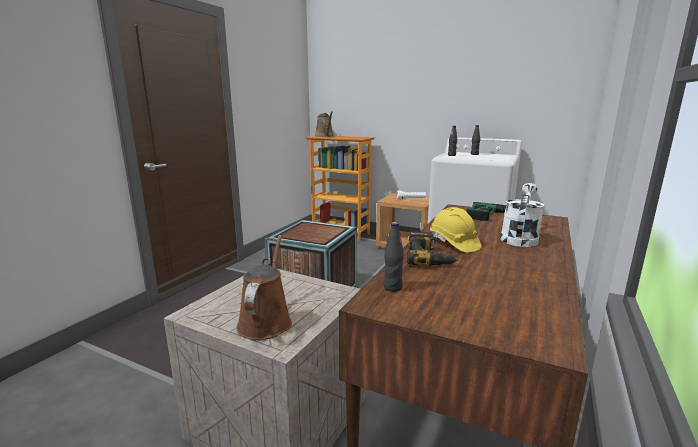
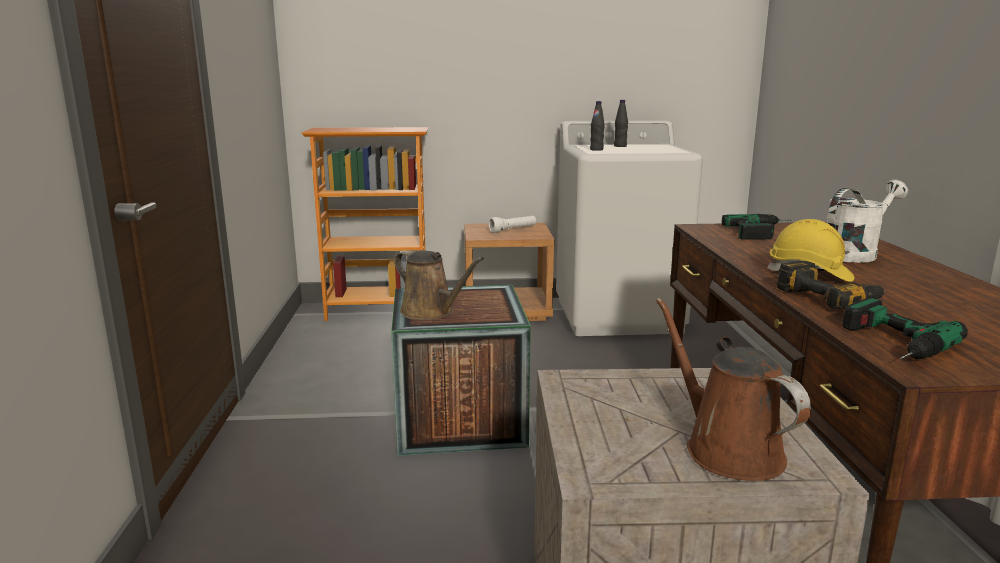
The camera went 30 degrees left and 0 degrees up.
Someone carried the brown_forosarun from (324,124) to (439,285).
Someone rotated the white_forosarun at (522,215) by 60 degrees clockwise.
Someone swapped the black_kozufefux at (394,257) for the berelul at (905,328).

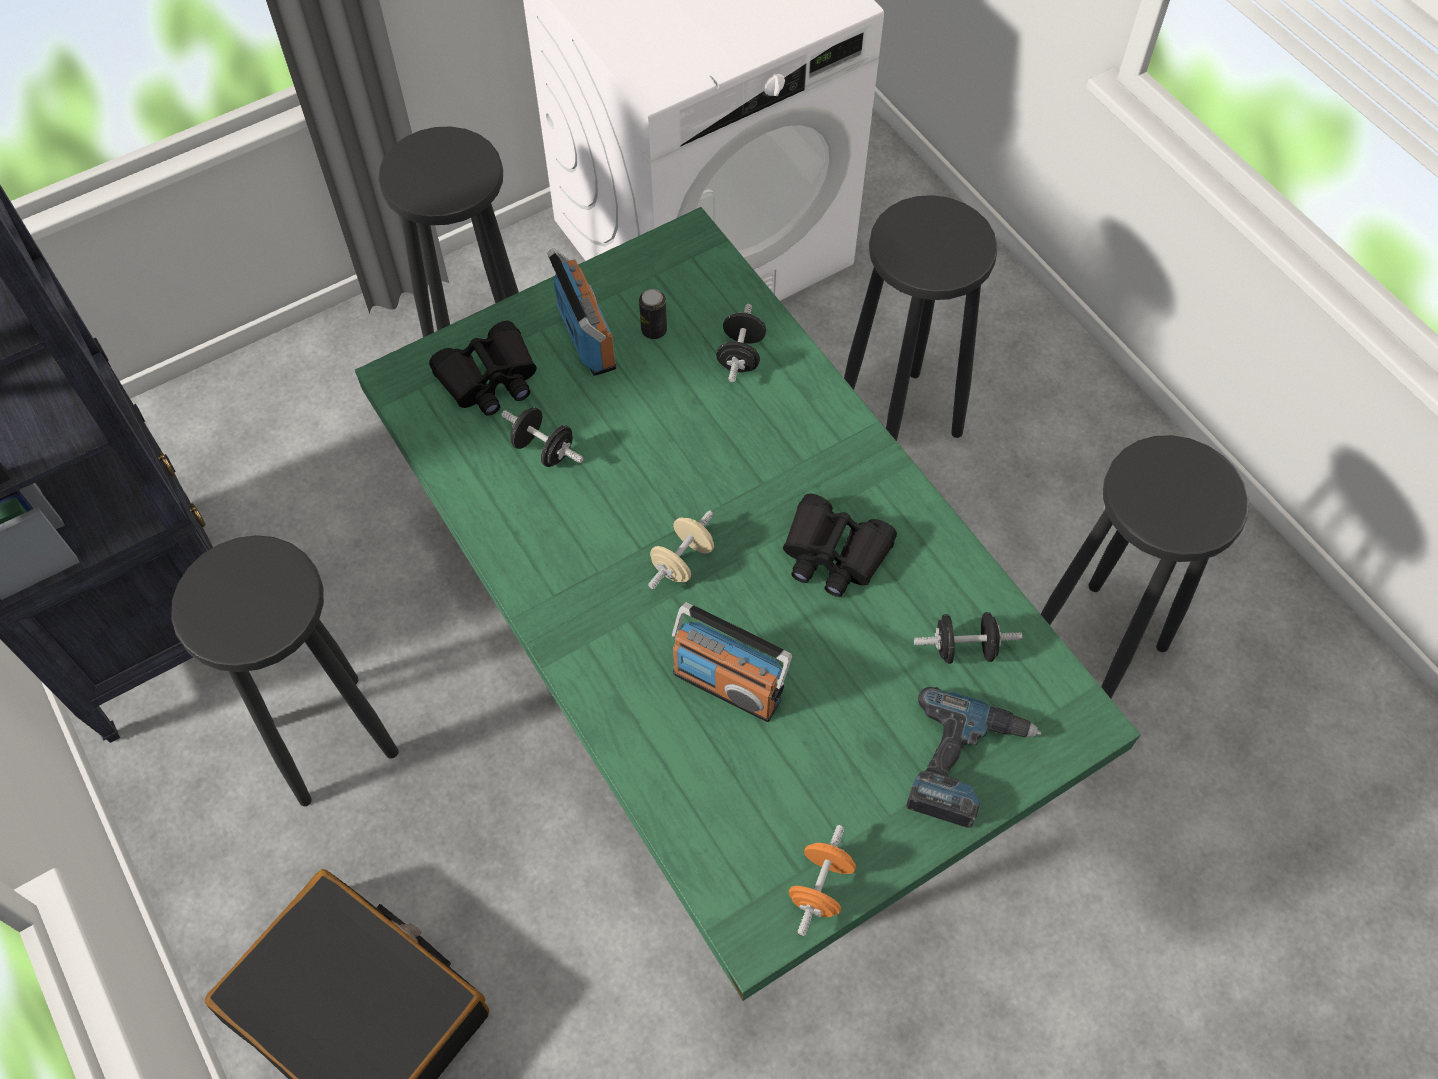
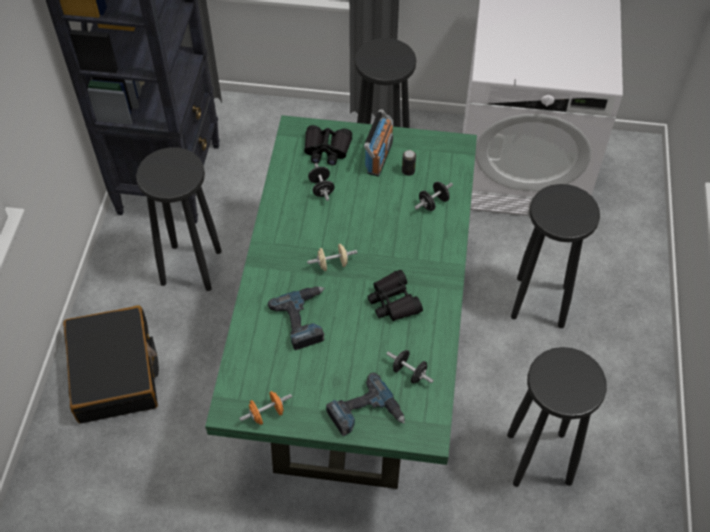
The camera went 40 degrees right and 5 degrees down.
Someone swapped the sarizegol at (732,662) for the berelul at (296,318).

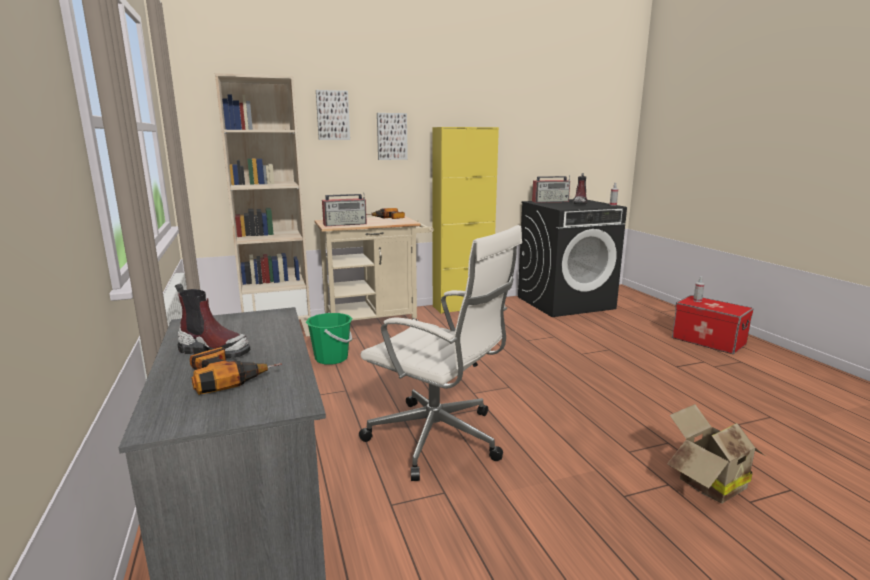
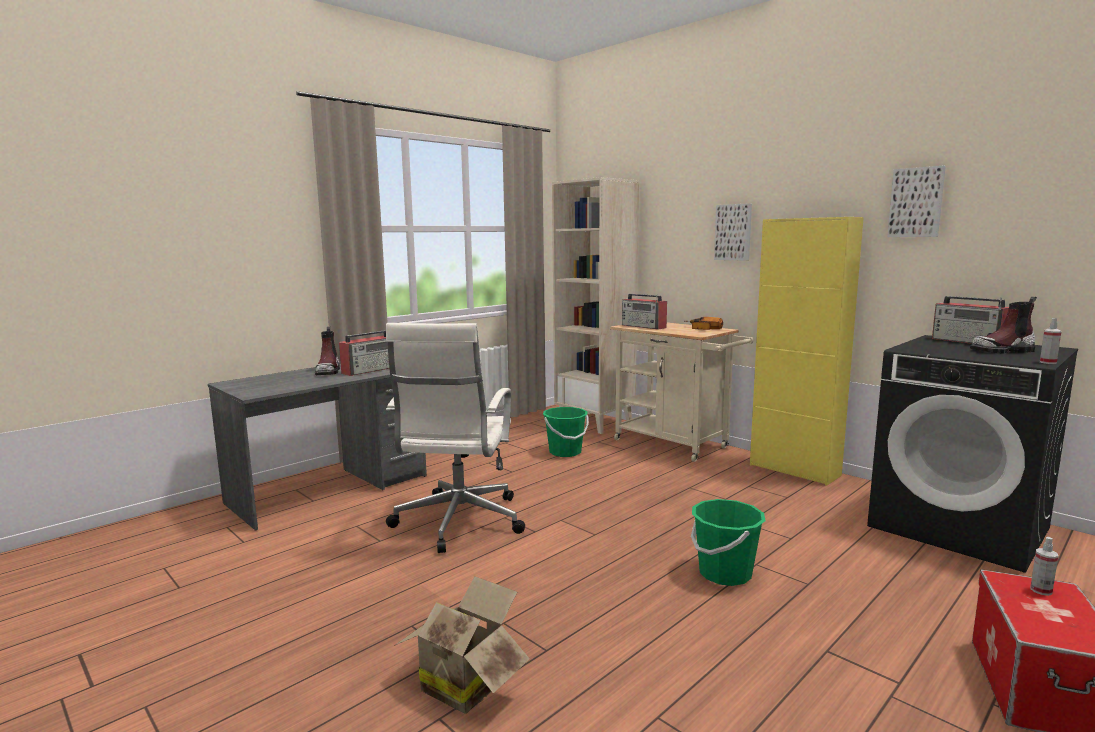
The camera went 65 degrees right and 5 degrees down.
Someone put down the sarizegol at (364,353).
Someone put down the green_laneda at (728,542).
Someone carried the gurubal from (333,115) to (916,201).
Someone took away the berelul at (236,371).

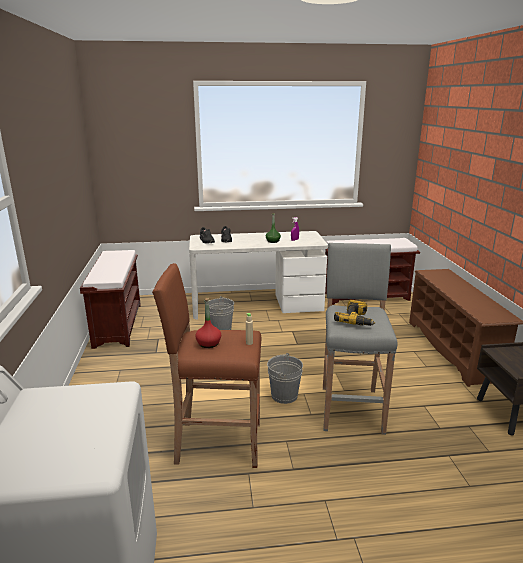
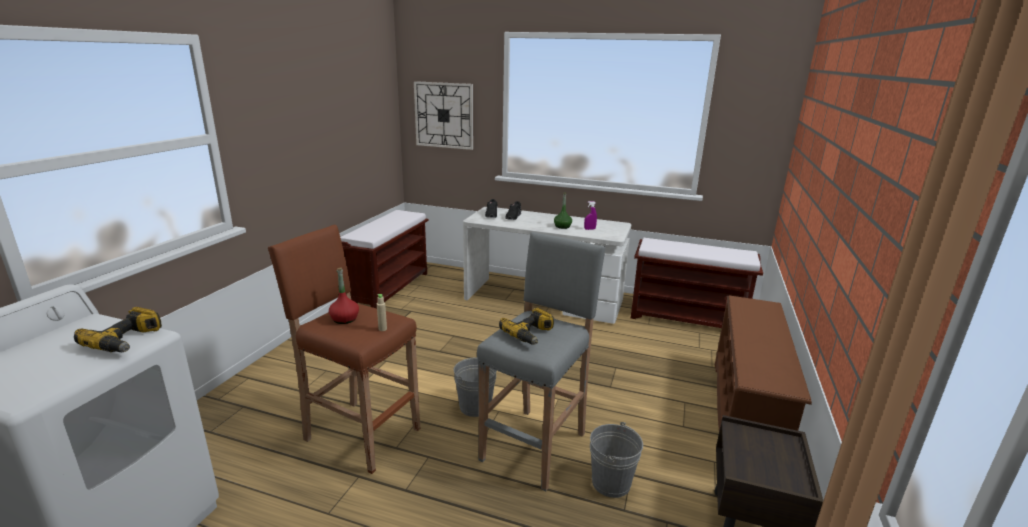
The camera went 25 degrees right and 0 degrees up.
Someone put down the berelul at (118,329).
Someone put up the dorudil at (443,115).
Someone carried the grey_laneda from (221,313) to (616,460).

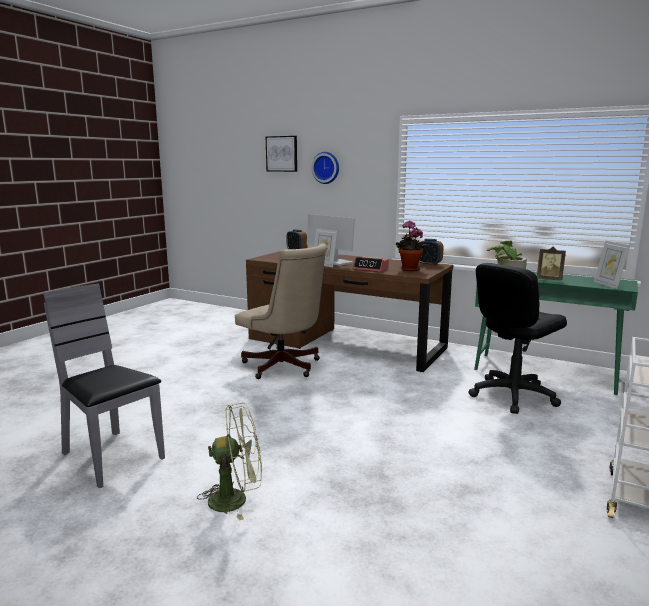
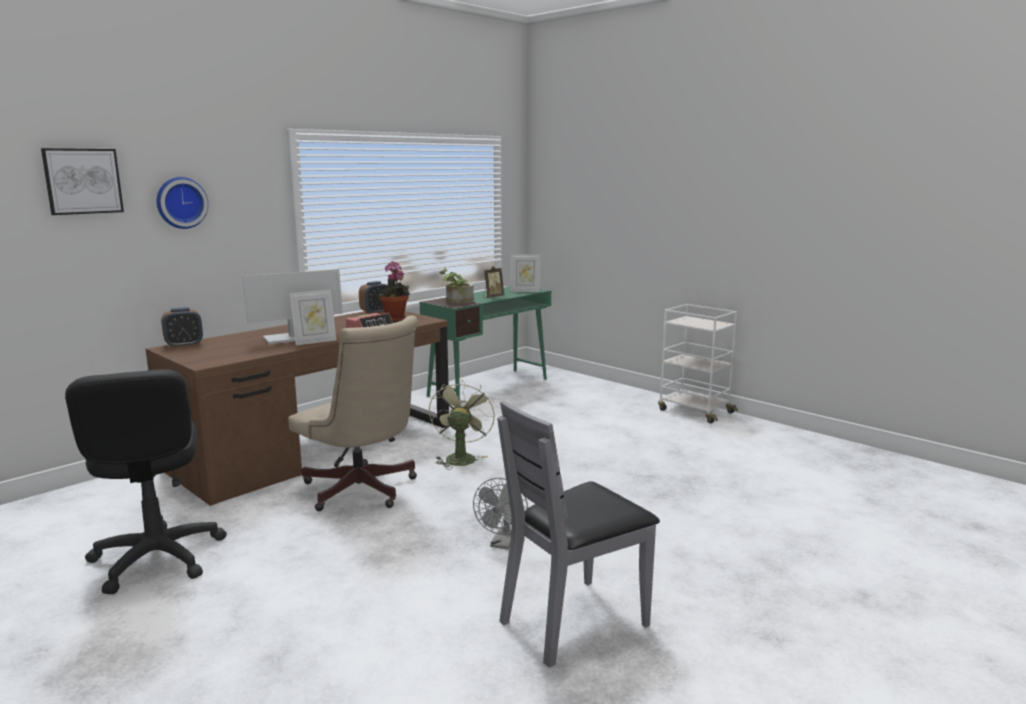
The camera went 75 degrees left and 0 degrees up.
Someone carried the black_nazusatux from (517,338) to (146,481).
Someone rotated the beige_nazusatux at (281,311) by 75 degrees clockwise.
Someone carried the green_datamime from (229,462) to (462,424).
Someone put down the grey_datamime at (500,513).

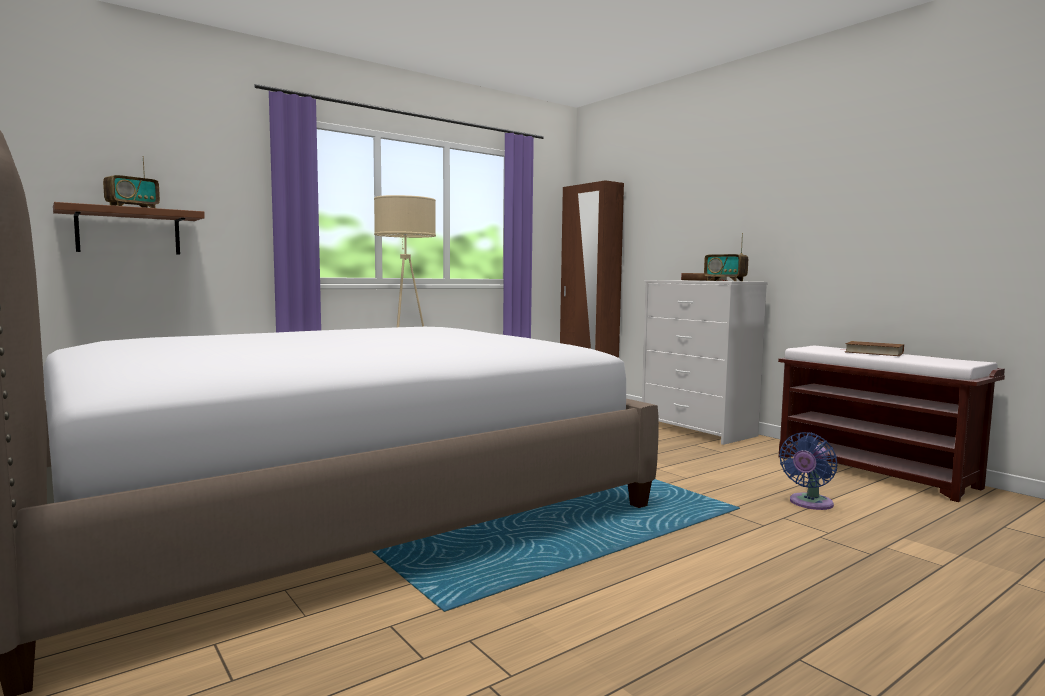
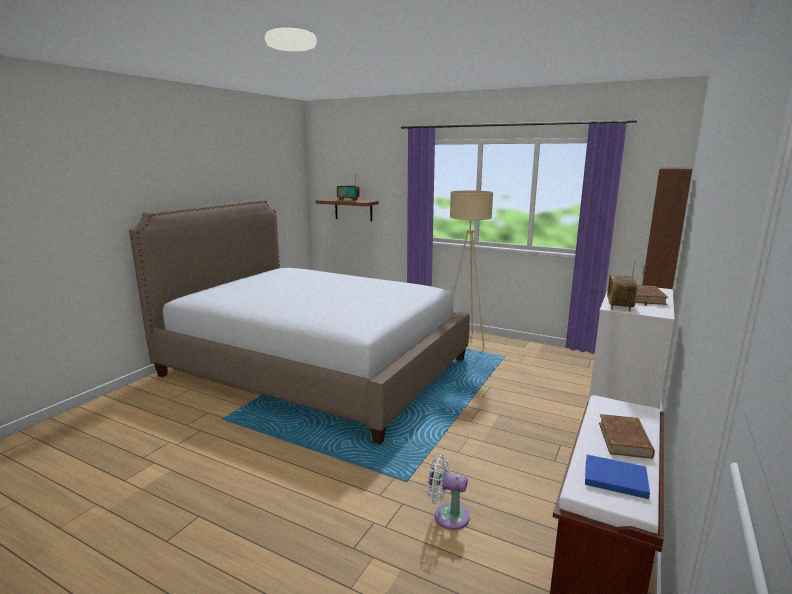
The camera went 65 degrees right and 10 degrees up.
Someone repainted the blue_datamime at (808,471), which became the white_datamime at (448,492).
Someone put down the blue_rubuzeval at (617,477).

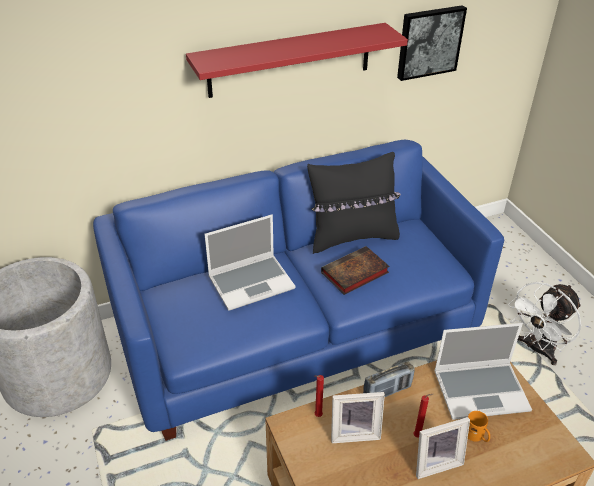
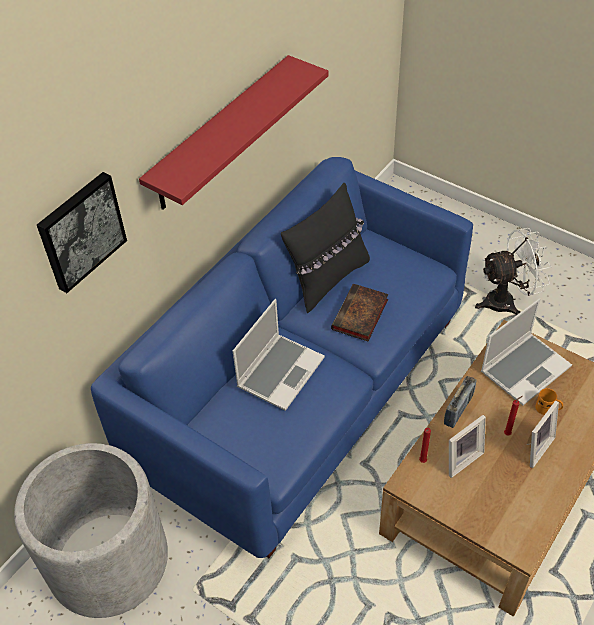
The camera went 30 degrees left and 10 degrees up.
Someone carried the gurubal from (432,43) to (82,232).
Someone rotated the white_datamime at (544,323) by 120 degrees counterclockwise.

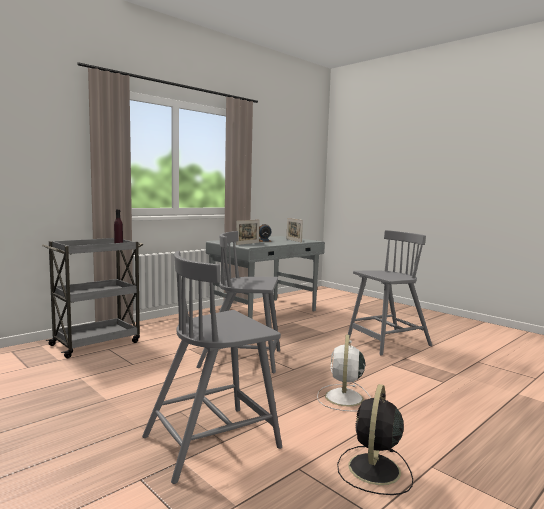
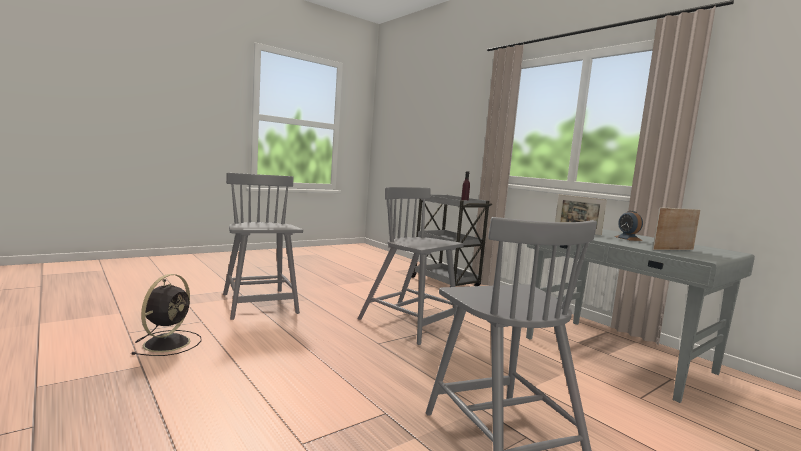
The camera went 95 degrees right and 0 degrees up.
Someone rotated the black_datamime at (375,439) by 75 degrees clockwise.
Someone rotated the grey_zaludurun at (238,302) by 60 degrees counterclockwise.
Someone took away the white_datamime at (344,373).

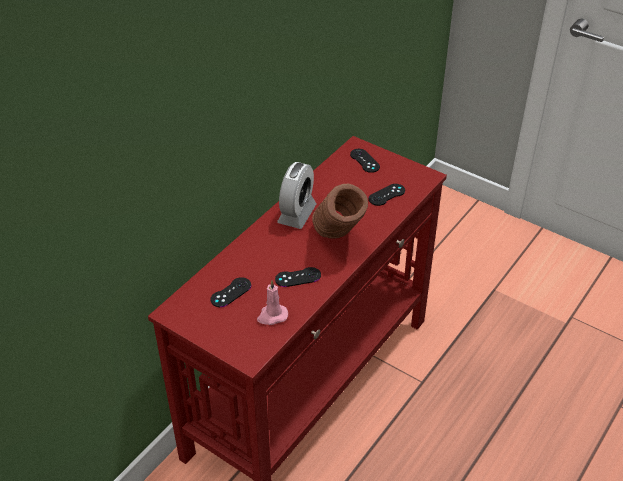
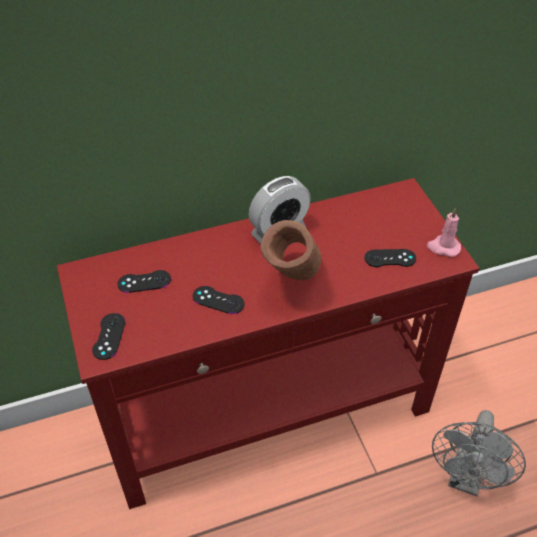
The camera went 35 degrees right and 5 degrees up.
Someone carried the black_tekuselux from (365,161) to (108,336).
Someone carried the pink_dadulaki from (272,302) to (444,232).
Someone put down the grey_datamime at (479,453).

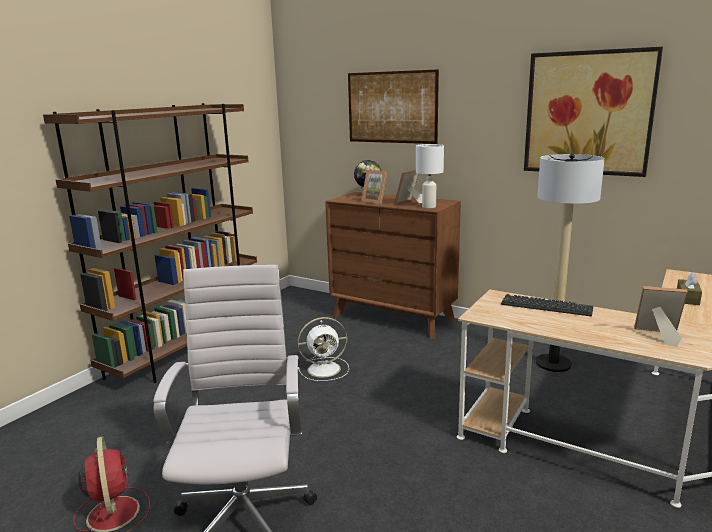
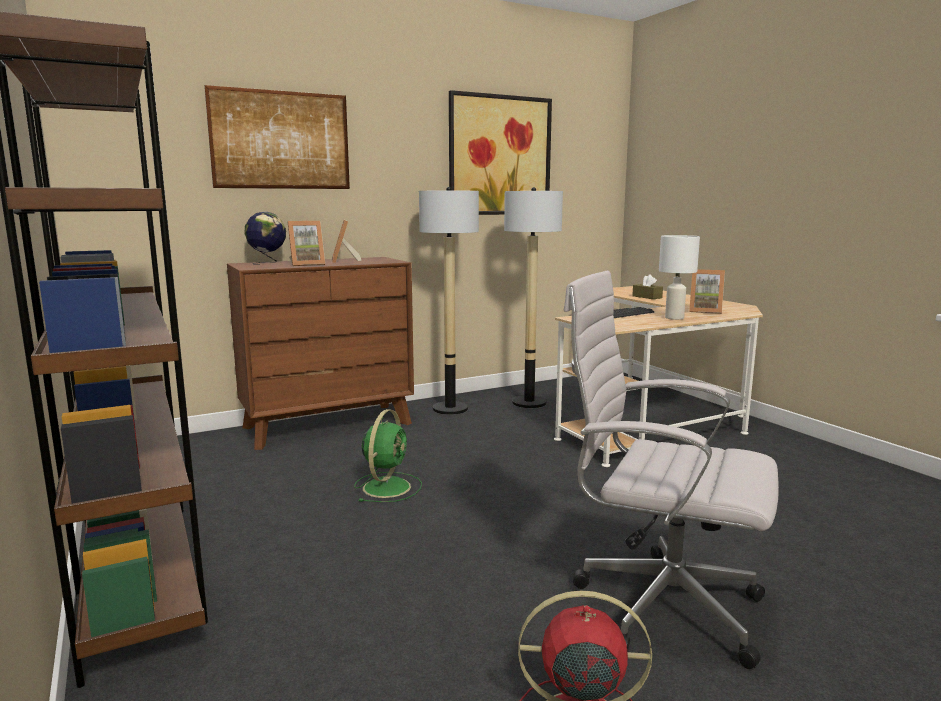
The camera went 60 degrees left and 5 degrees down.
Someone repainted the white_datamime at (323,349), which became the green_datamime at (388,455).
Someone put down the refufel at (449,301).
Someone carried the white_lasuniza from (430,176) to (679,277).
Someone rotated the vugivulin at (661,316) by 120 degrees counterclockwise.

